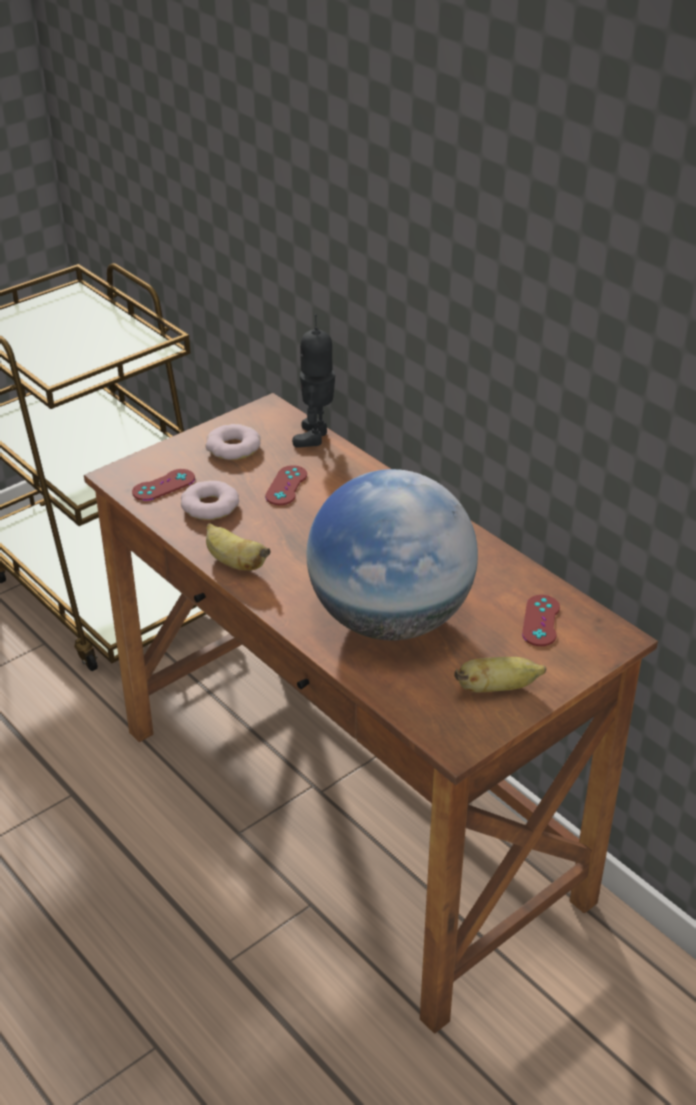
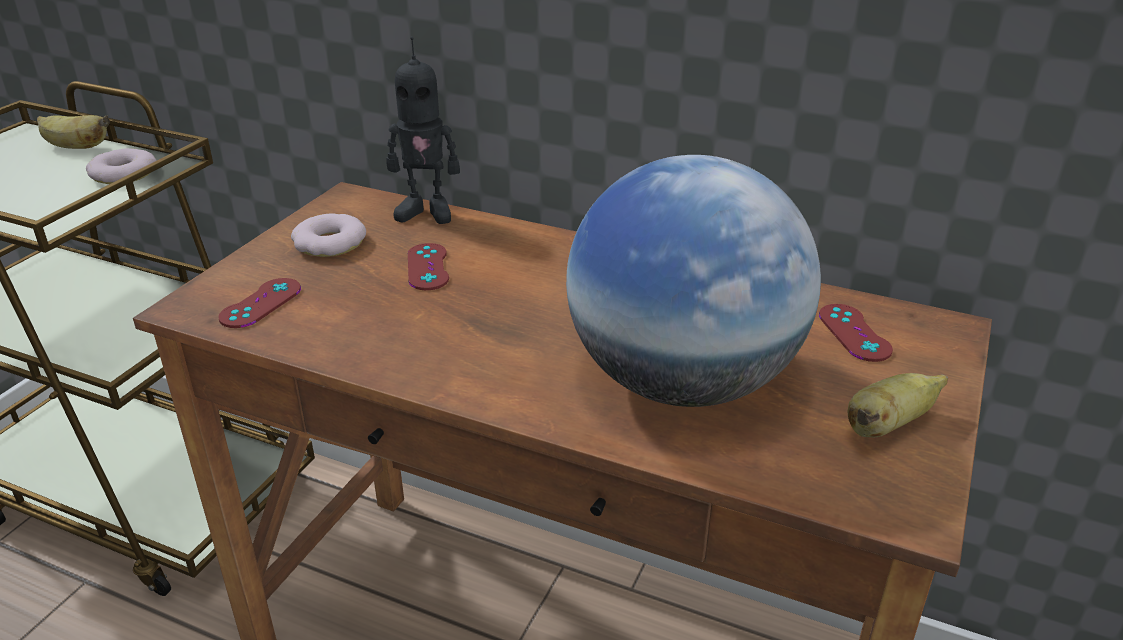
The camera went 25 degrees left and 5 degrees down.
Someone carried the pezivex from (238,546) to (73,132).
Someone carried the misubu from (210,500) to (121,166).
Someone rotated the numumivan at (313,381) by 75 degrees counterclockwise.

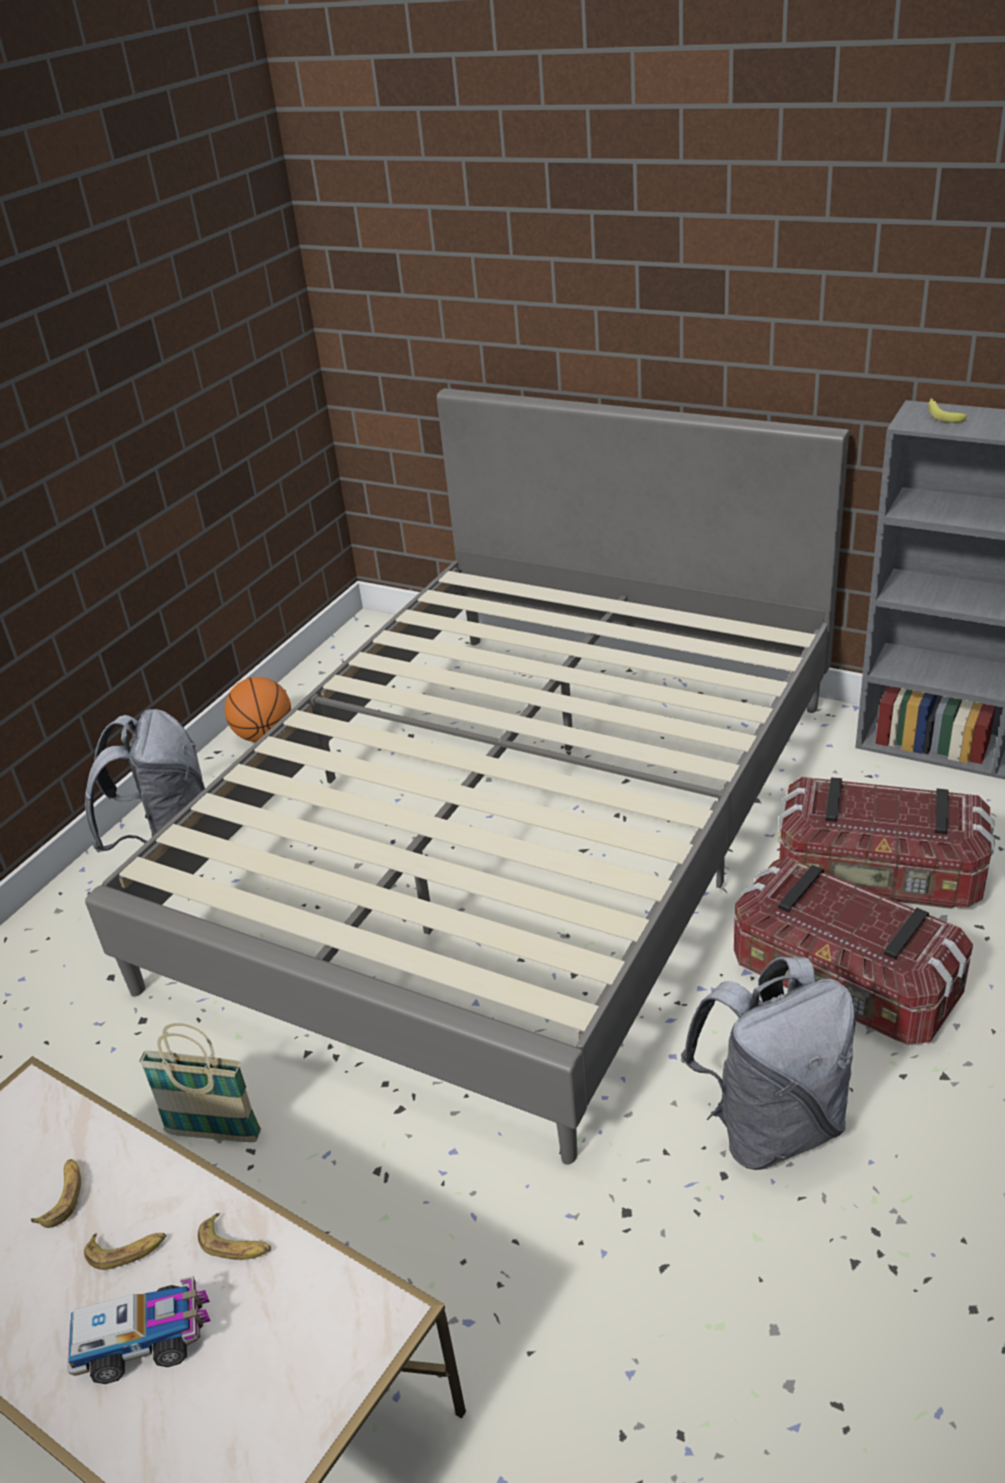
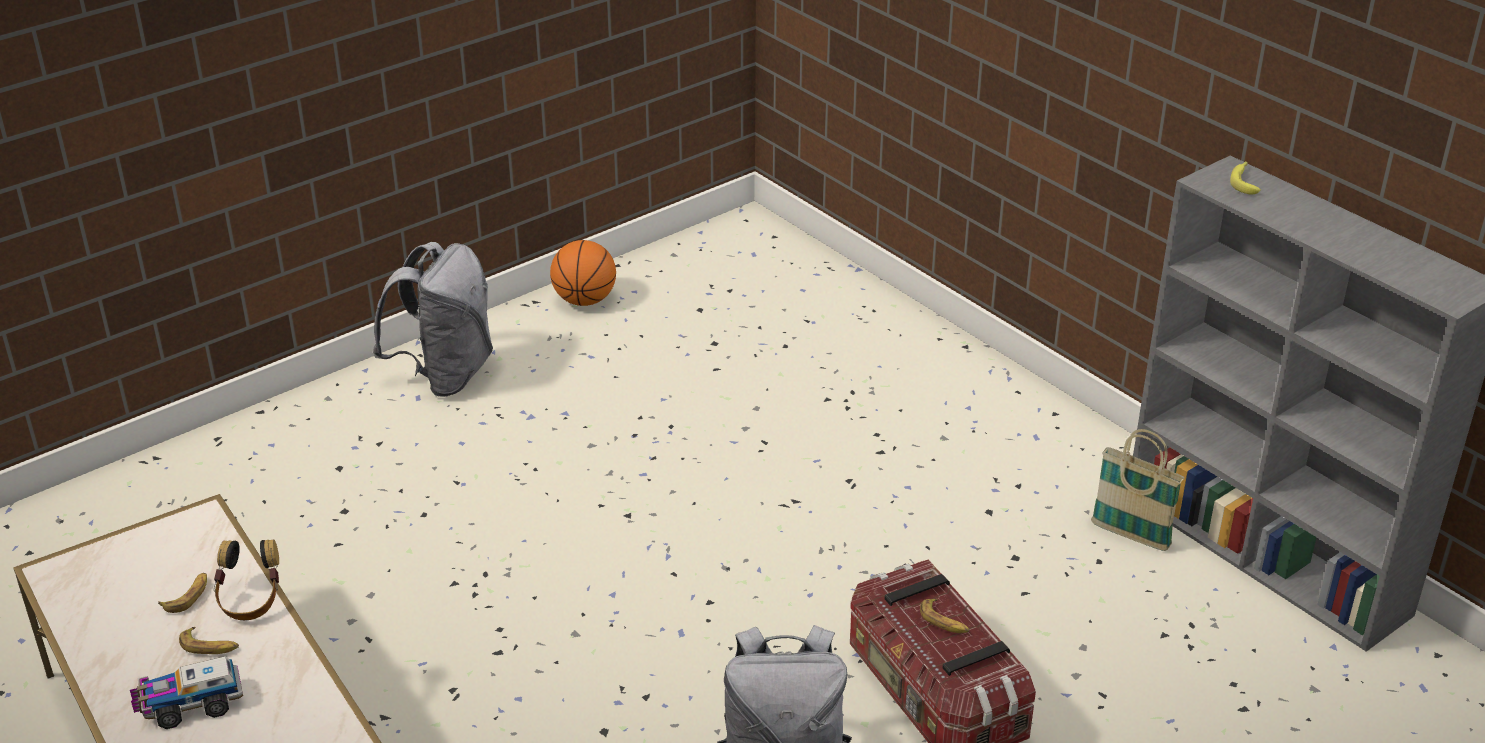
The camera went 20 degrees right and 0 degrees up.
Someone rotated the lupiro at (138,1330) by 150 degrees clockwise.
Someone put down the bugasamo at (246,579).
Someone carried the pezivex from (234,1236) to (945,615).
Someone carried the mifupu from (200,1082) to (1137,490).
Someone took away the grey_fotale at (467,776).
Someone took away the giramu at (886,843).

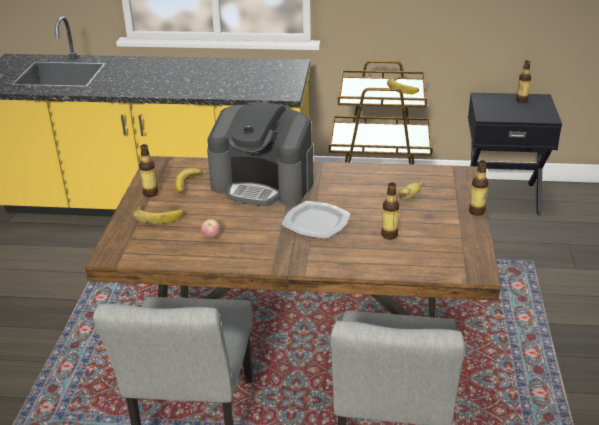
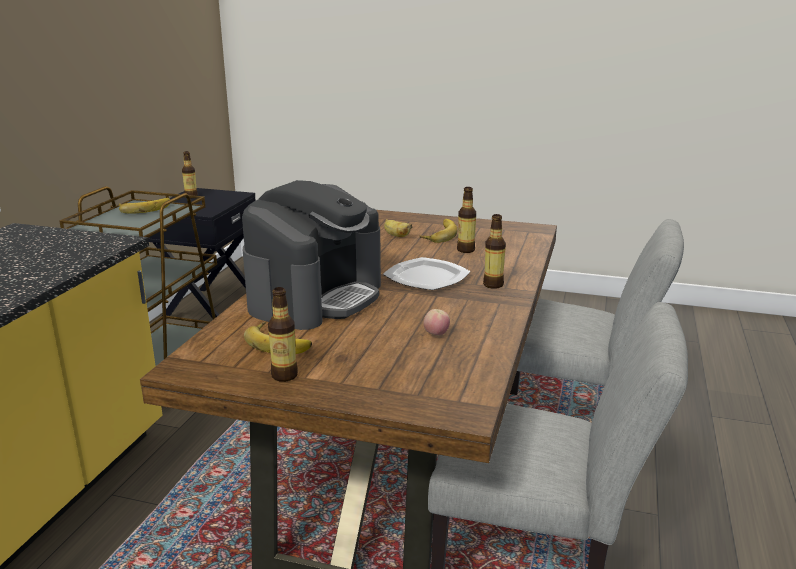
The camera went 80 degrees left and 10 degrees down.
Someone carried the pezivex from (158,214) to (438,231).
Someone carried the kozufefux from (479,188) to (494,251).

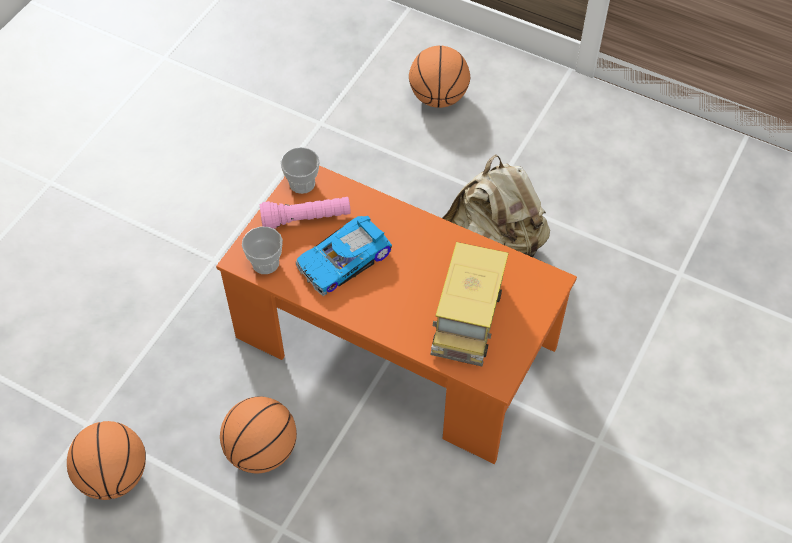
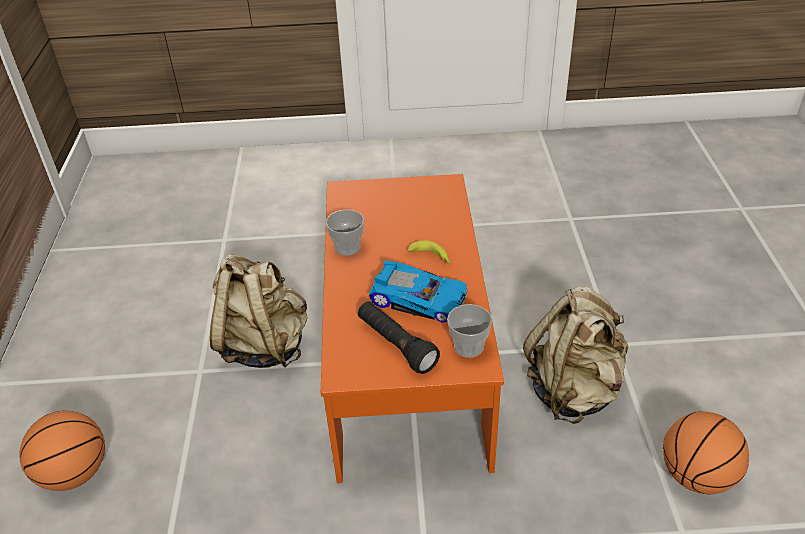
The camera went 120 degrees left and 15 degrees down.
Someone carried the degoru from (300,170) to (345,233).
Someone repainted the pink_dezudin at (305,213), which became the black_dezudin at (399,337).
Someone put down the pezivex at (429,252).
Someone swapped the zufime at (258,434) for the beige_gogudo at (575,355).
Someone took away the lupiro at (470,304).

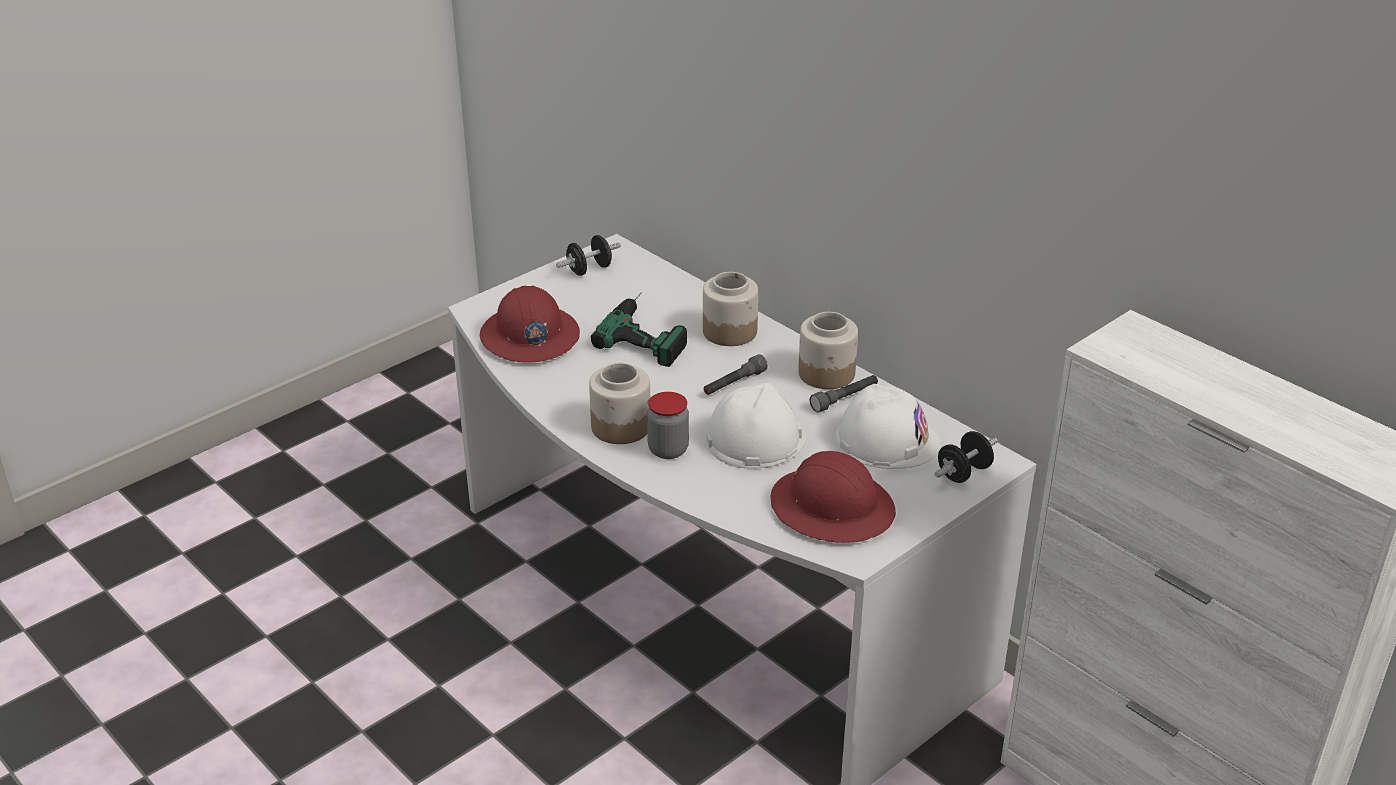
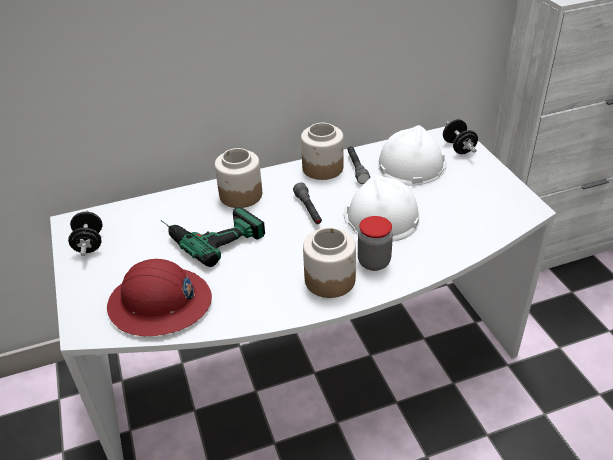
The camera went 65 degrees left and 5 degrees up.
Someone took away the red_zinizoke at (833,497).

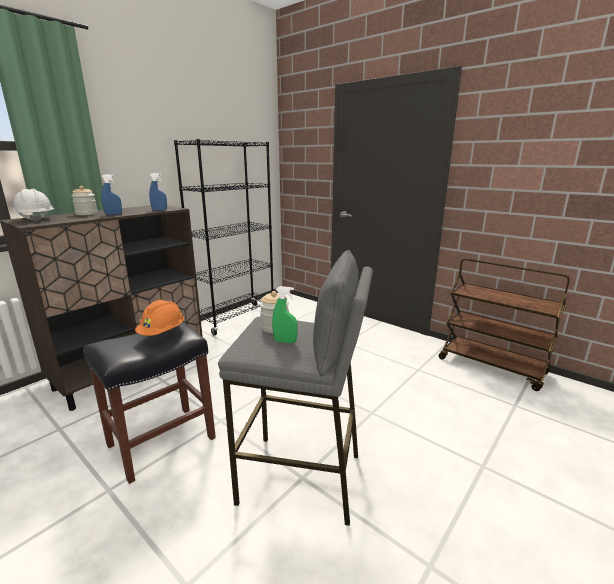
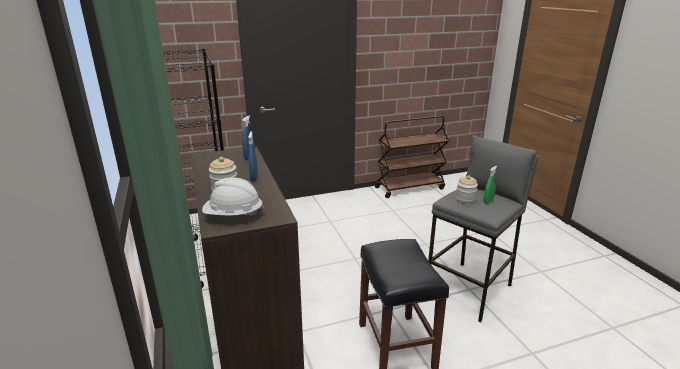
The camera went 60 degrees left and 5 degrees up.
Someone took away the orange_zinizoke at (159,318).

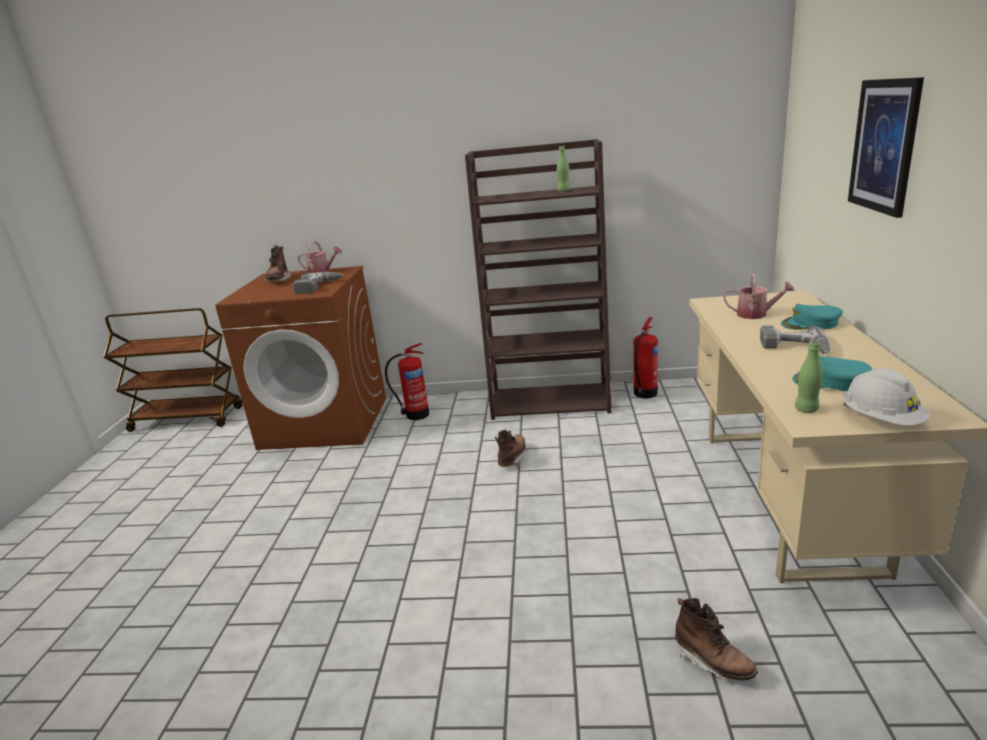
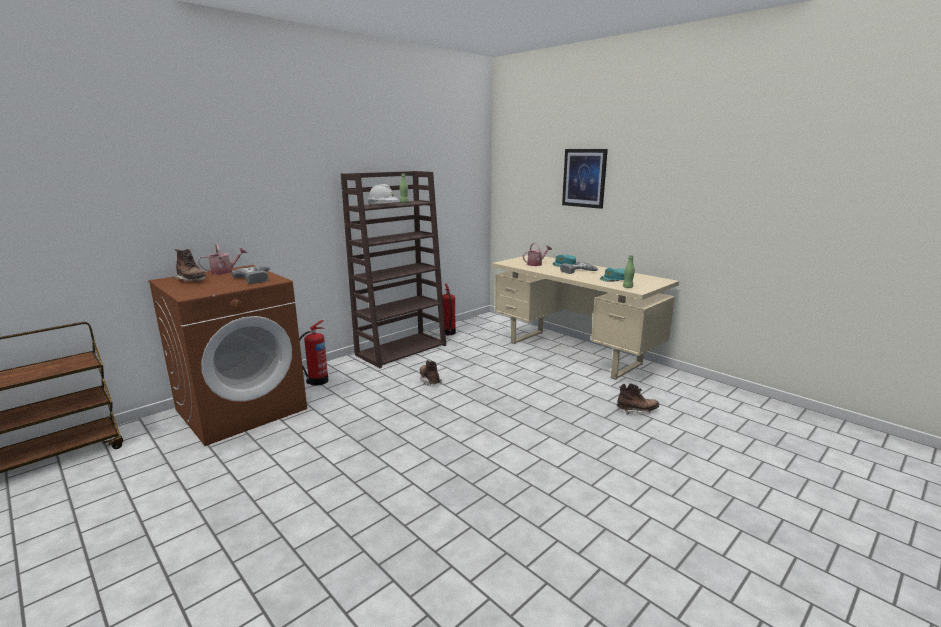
The camera went 50 degrees left and 5 degrees down.
Someone carried the white_zinizoke from (886,397) to (383,194).

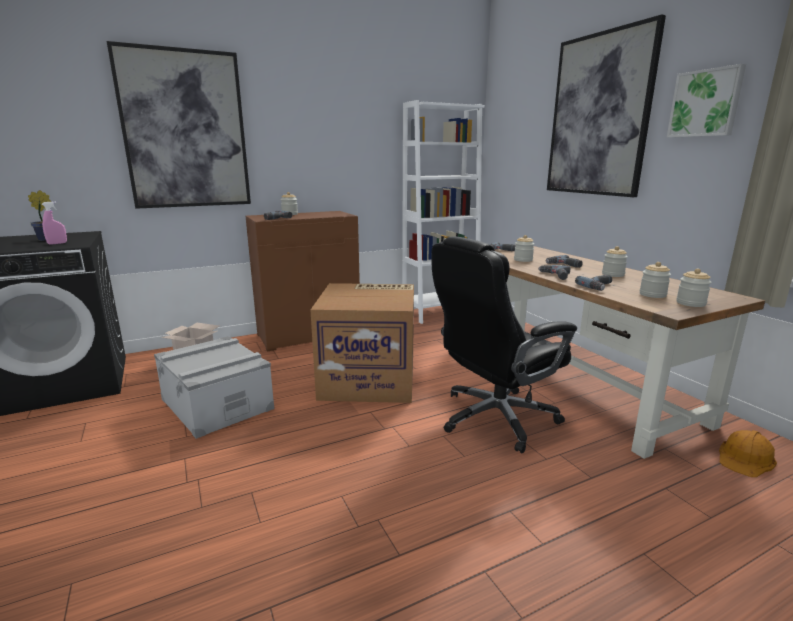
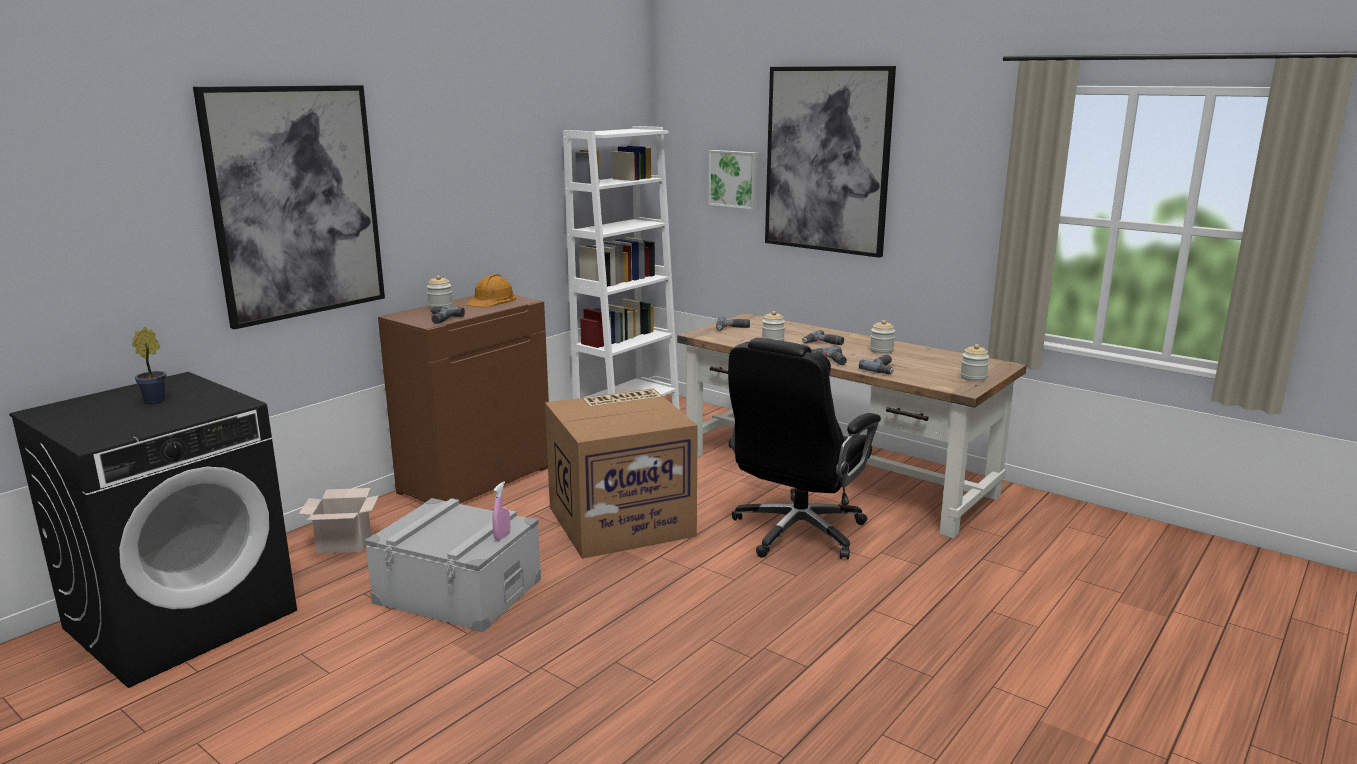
The camera went 25 degrees left and 0 degrees up.
Someone carried the orange_zinizoke from (748,453) to (491,290).
Someone carried the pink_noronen from (54,223) to (501,511).
Someone carried the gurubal from (706,101) to (733,180).
Someone took away the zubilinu at (655,280).

